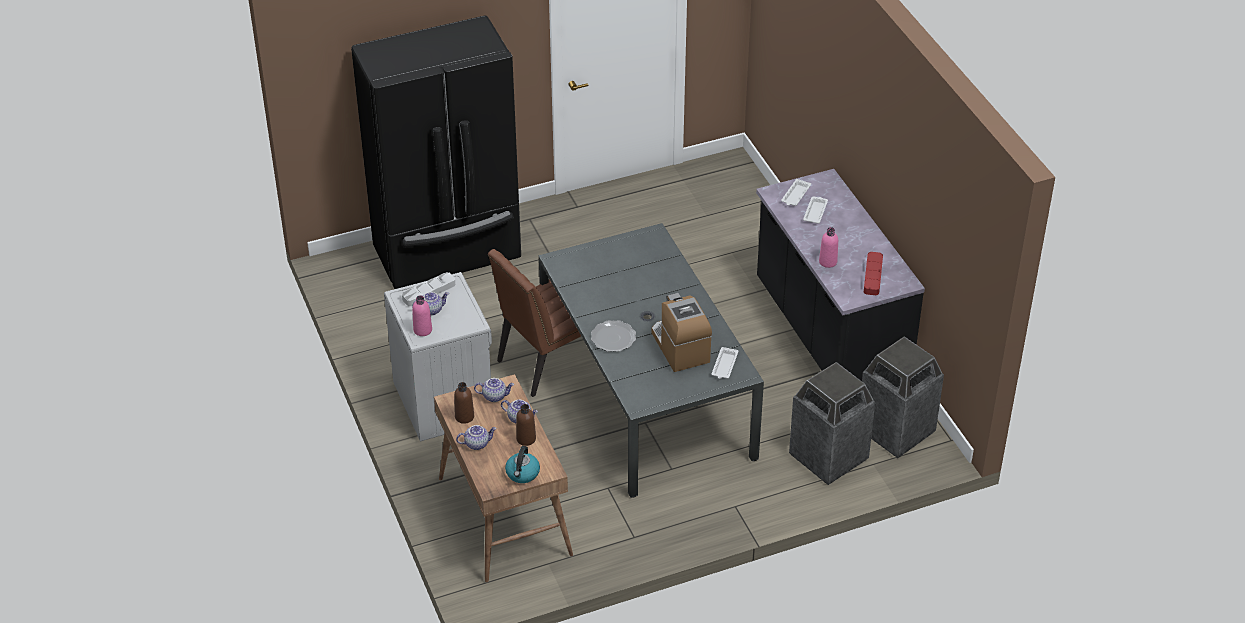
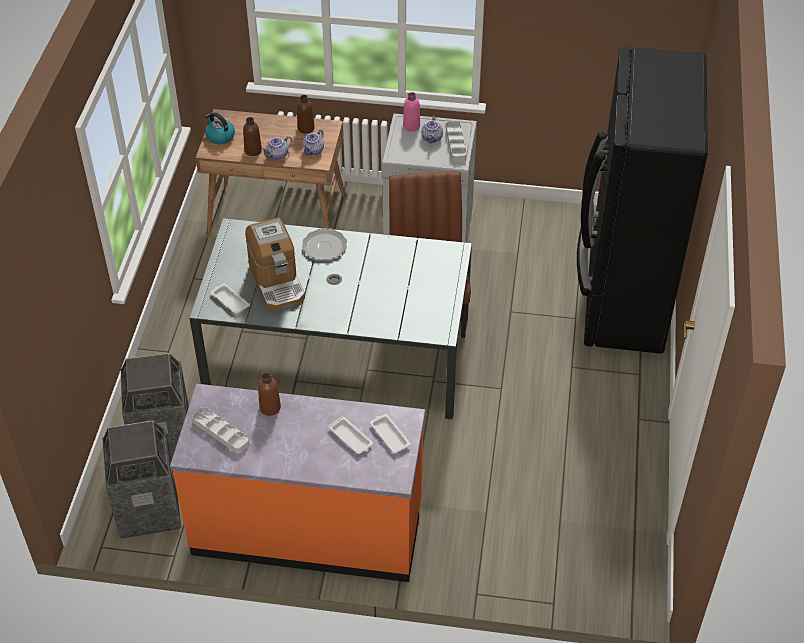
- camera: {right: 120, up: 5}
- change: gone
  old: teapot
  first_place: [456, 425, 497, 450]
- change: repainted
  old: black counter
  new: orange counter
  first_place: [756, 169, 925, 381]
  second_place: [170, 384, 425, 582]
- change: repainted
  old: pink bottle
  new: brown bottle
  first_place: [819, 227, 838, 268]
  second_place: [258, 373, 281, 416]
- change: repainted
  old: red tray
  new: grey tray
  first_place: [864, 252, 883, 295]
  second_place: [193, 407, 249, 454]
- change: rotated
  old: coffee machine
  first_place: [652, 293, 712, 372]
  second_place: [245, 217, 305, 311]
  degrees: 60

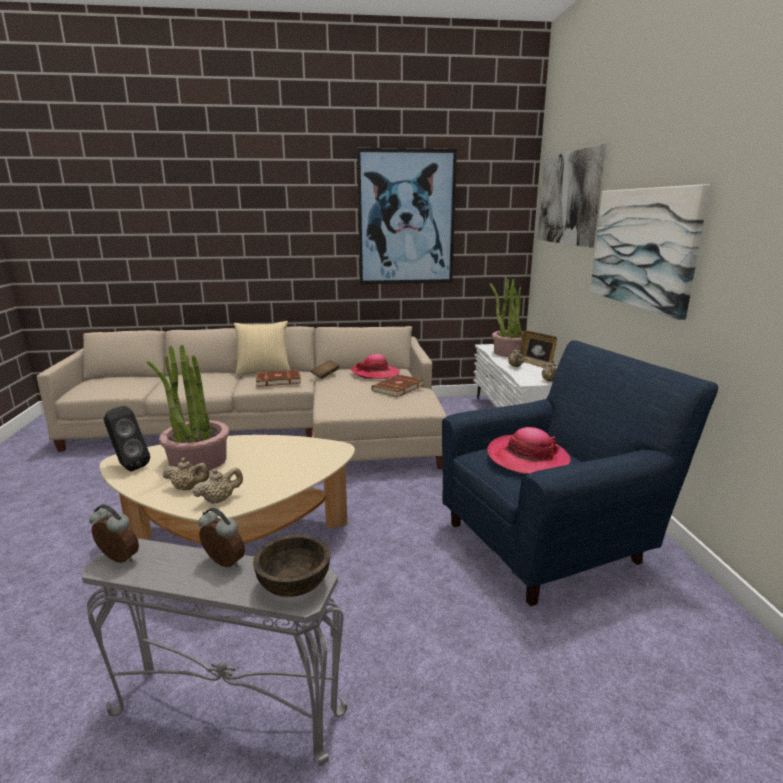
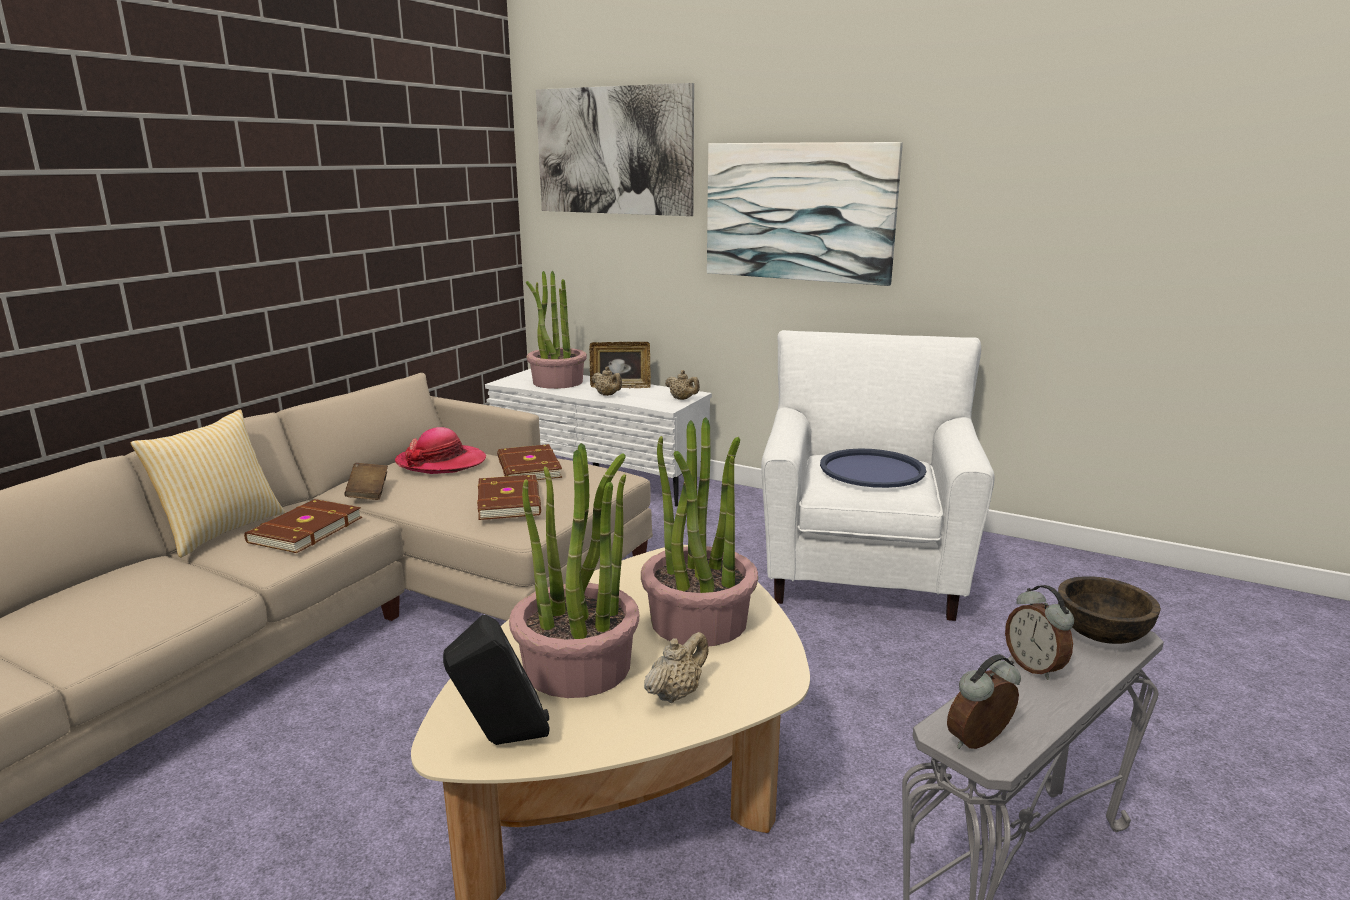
- camera: {right: -55, up: 0}
- change: gone
  old: beige teapot
  first_place: [192, 467, 243, 504]
- change: gone
  old: picture
  first_place: [357, 148, 457, 284]
- change: new
  new: brown book
  second_place: [477, 475, 541, 520]
- change: new
  new: potted plant
  second_place: [641, 417, 758, 647]
- change: swapped
  old: hat
  new: blue tray
  first_place: [487, 427, 571, 474]
  second_place: [820, 449, 926, 488]
- change: repainted
  old: blue armchair
  new: white armchair
  first_place: [442, 340, 718, 606]
  second_place: [761, 330, 995, 621]
- change: rotated
  old: alarm clock
  first_place: [198, 508, 245, 567]
  second_place: [1005, 585, 1074, 680]
  degrees: -90

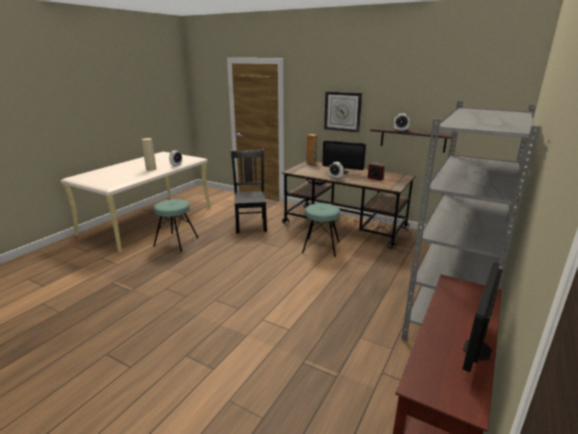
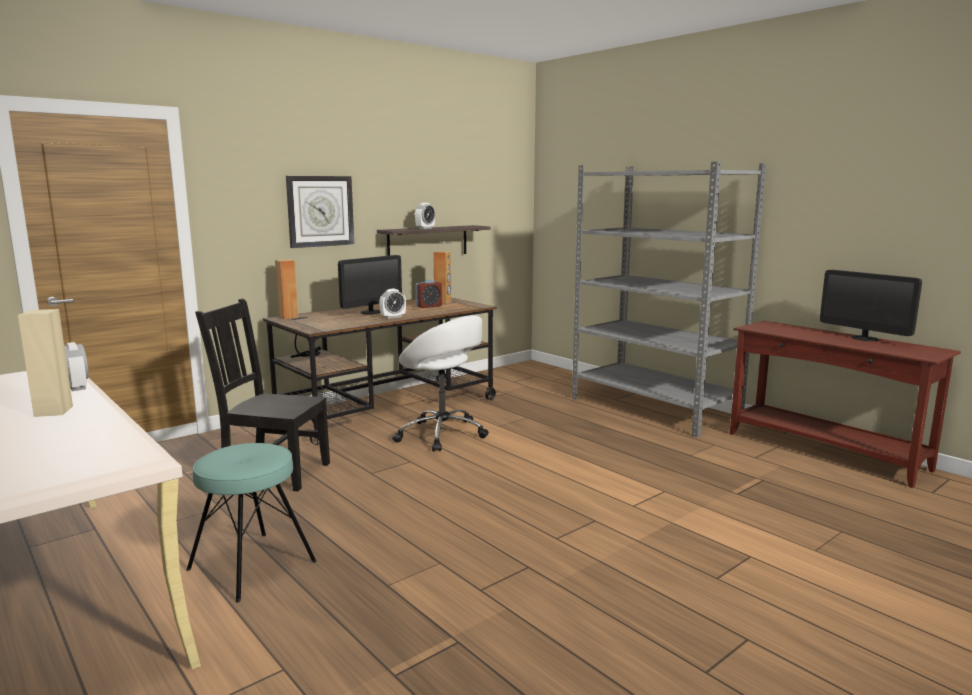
- camera: {right: -70, up: -10}
- change: new
  new: brown speaker
  second_place: [433, 251, 451, 304]
- change: swapped
  old: turquoise stool
  new: white office chair
  first_place: [302, 203, 340, 257]
  second_place: [392, 315, 489, 452]

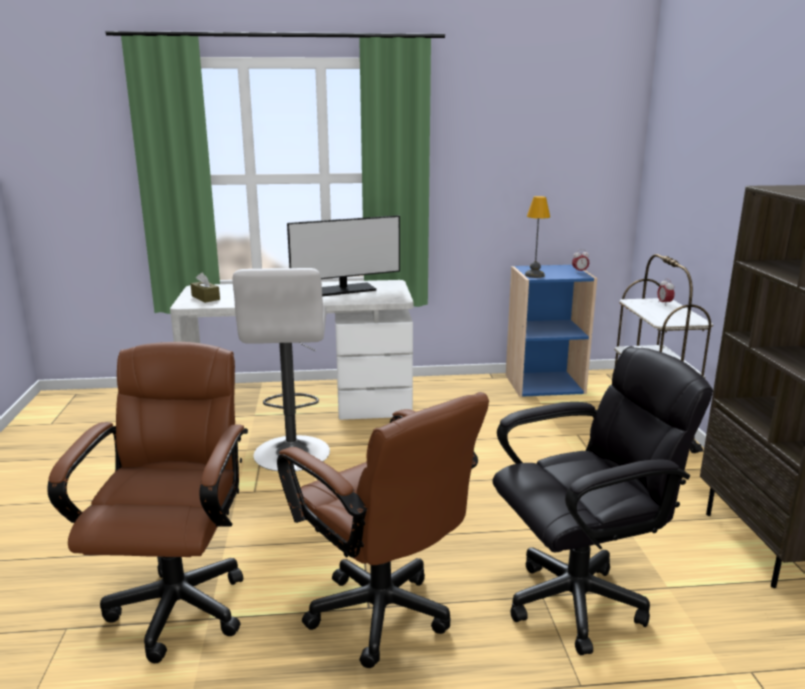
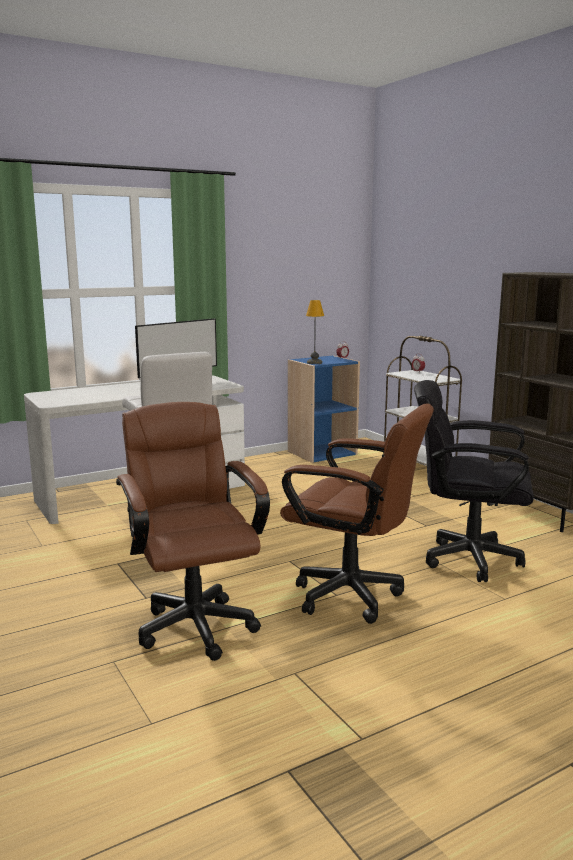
- camera: {right: -25, up: -5}
- change: gone
  old: brown tissue box
  first_place: [191, 272, 220, 303]
- change: rotated
  old: black office chair
  first_place: [493, 346, 713, 655]
  second_place: [414, 380, 534, 582]
  degrees: -120

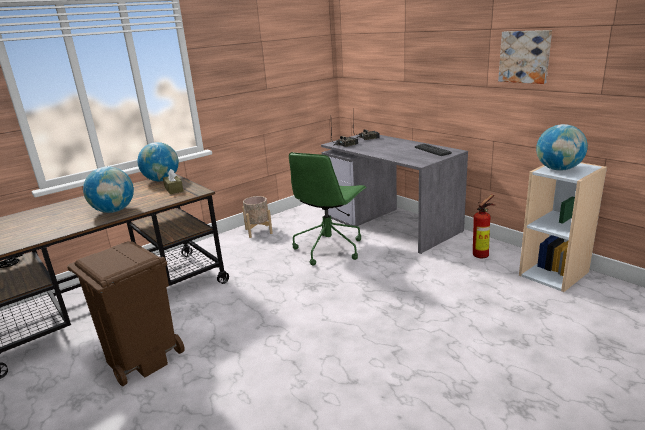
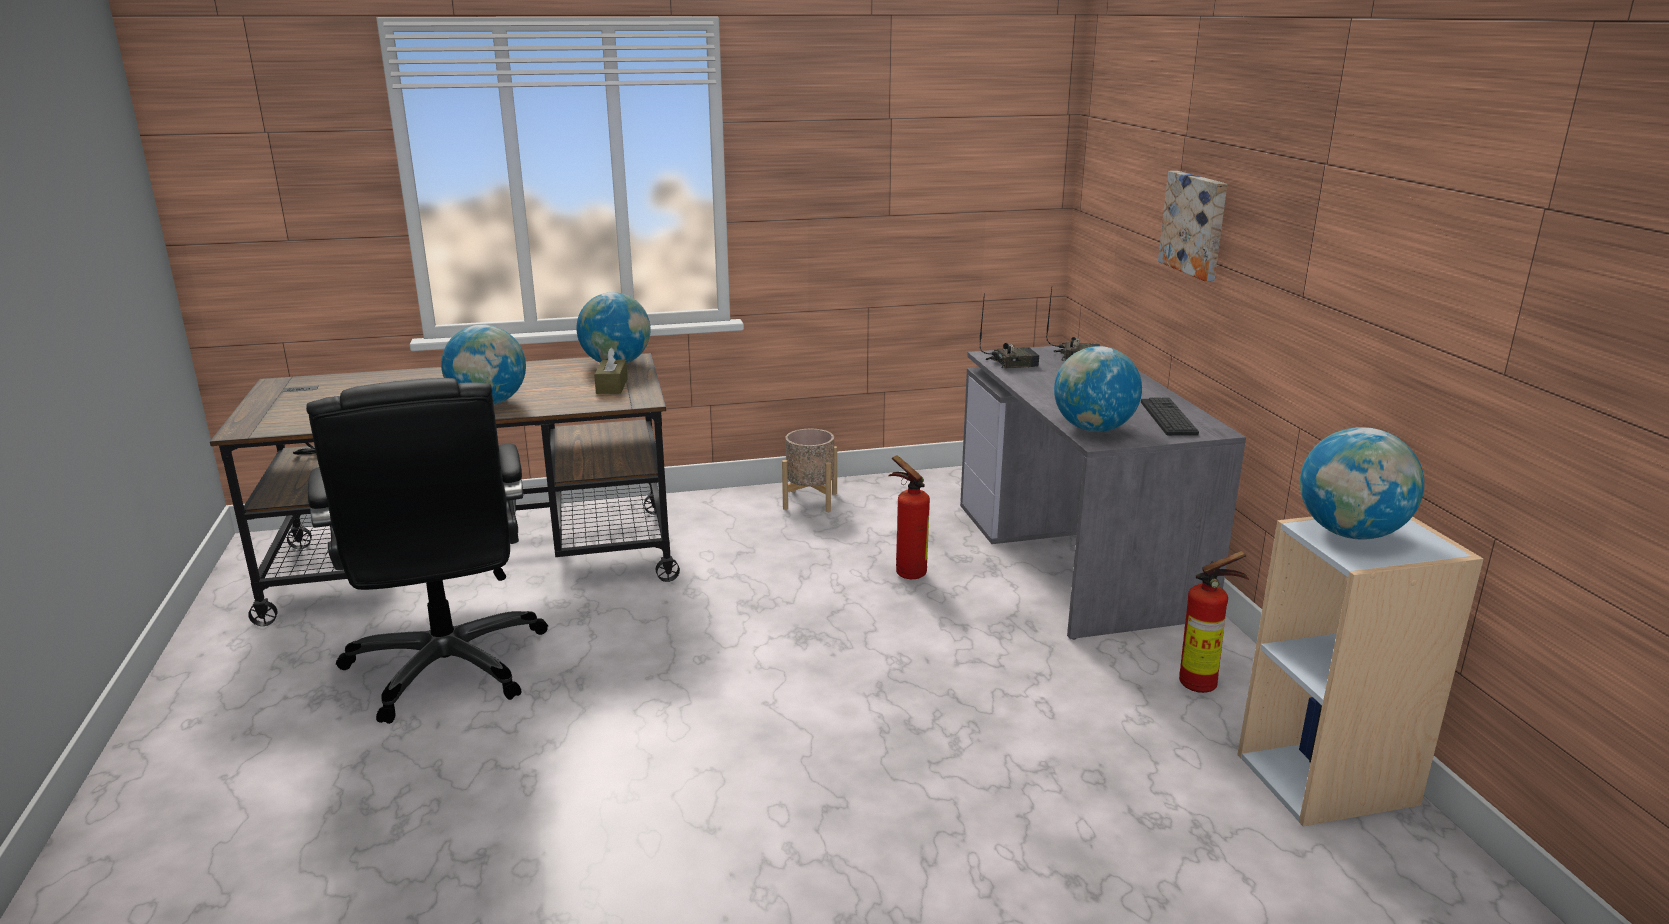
- camera: {right: 25, up: 0}
- change: new
  new: globe
  second_place: [1054, 346, 1142, 432]
- change: shifted
  old: picture
  first_place: [498, 30, 552, 84]
  second_place: [1158, 171, 1227, 281]
- change: swapped
  old: brown trash can
  new: black office chair
  first_place: [67, 241, 185, 386]
  second_place: [306, 378, 548, 724]
- change: swapped
  old: green office chair
  new: fire extinguisher
  first_place: [289, 152, 366, 266]
  second_place: [889, 455, 930, 579]

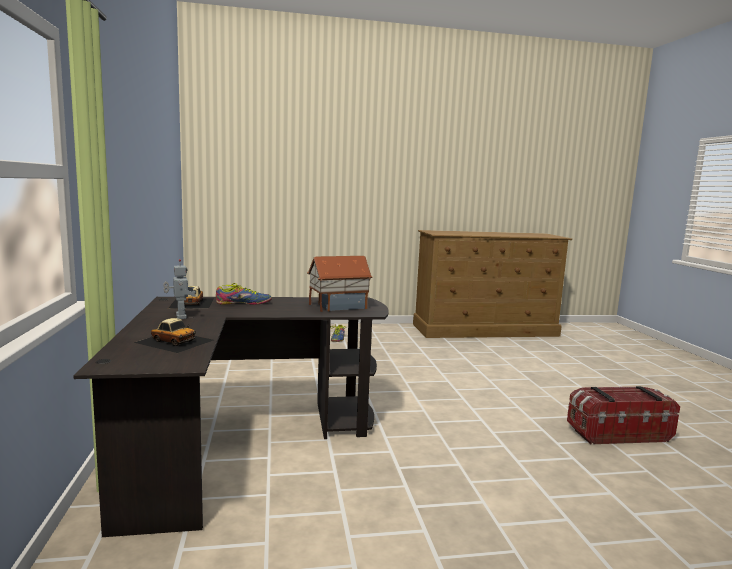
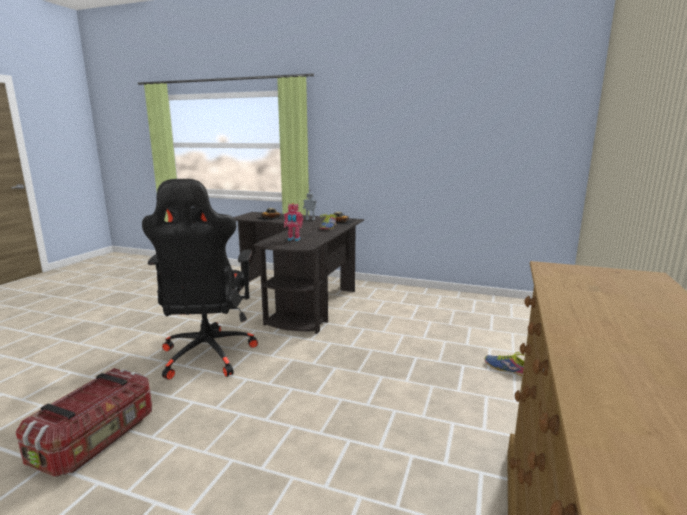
- camera: {right: 120, up: 5}
- change: new
  new: black office chair
  second_place: [142, 179, 258, 380]
- change: swapped
  old: toy house
  new: toy robot
  first_place: [307, 256, 372, 312]
  second_place: [284, 203, 303, 241]

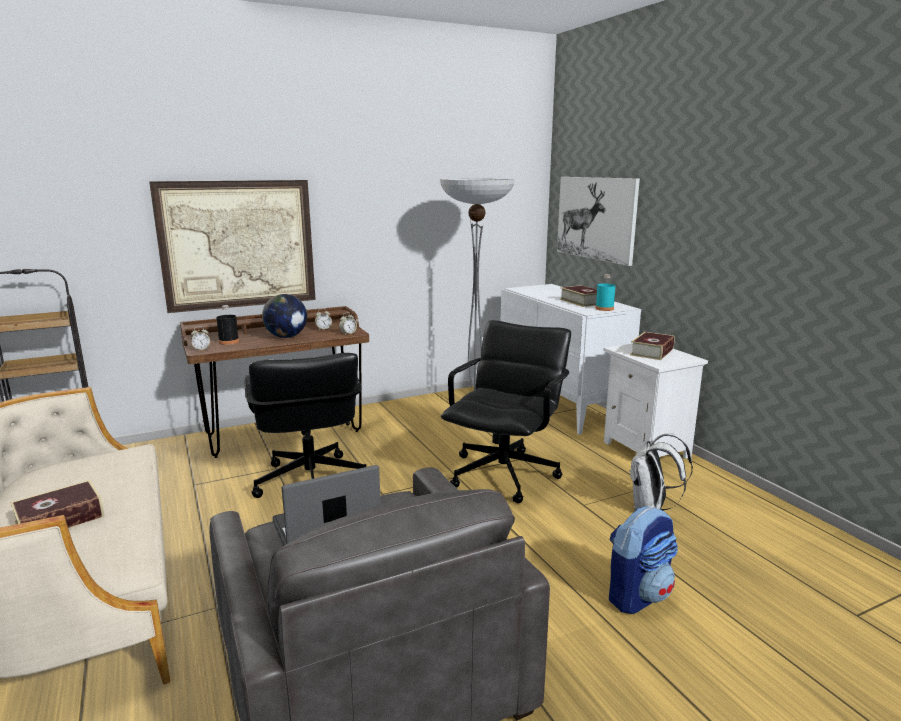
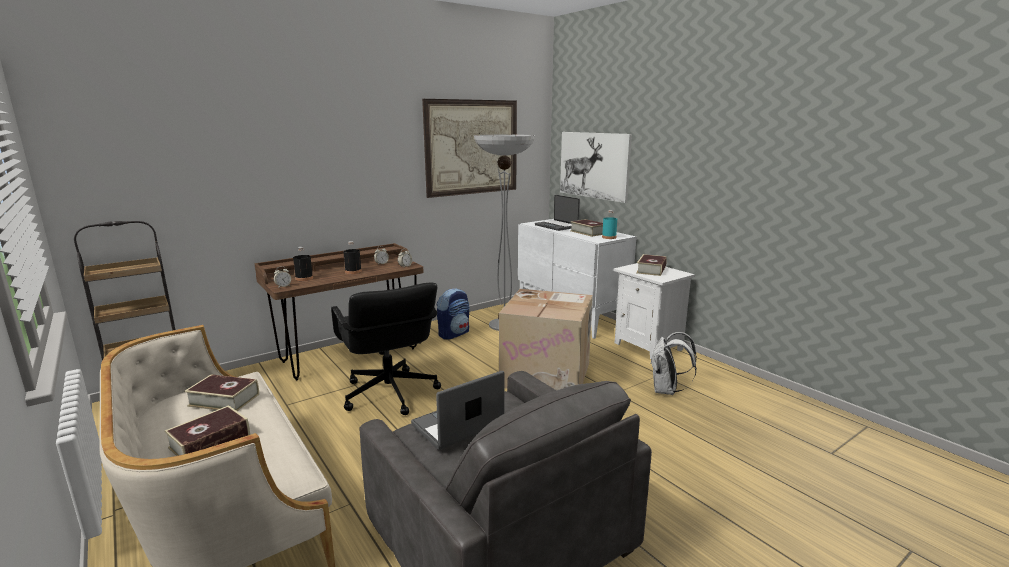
- camera: {right: -10, up: 0}
- change: new
  new: book
  second_place: [184, 374, 259, 411]
- change: new
  new: laptop
  second_place: [535, 195, 580, 231]
- change: shifted
  old: picture
  first_place: [149, 180, 316, 313]
  second_place: [422, 99, 517, 198]
- change: shifted
  old: backpack
  first_place: [609, 506, 678, 614]
  second_place: [436, 288, 470, 340]
- change: swapped
  old: globe
  new: black bottle
  first_place: [262, 294, 307, 338]
  second_place: [343, 241, 362, 274]
- change: swapped
  old: black office chair
  new: cardboard box
  first_place: [441, 320, 571, 503]
  second_place: [499, 289, 593, 390]

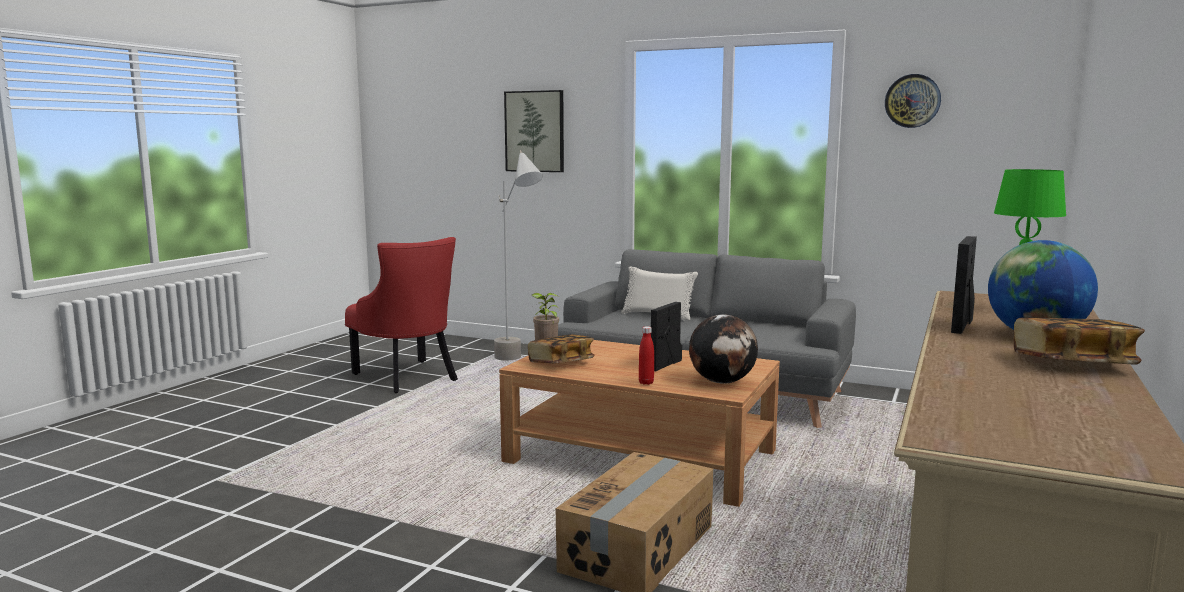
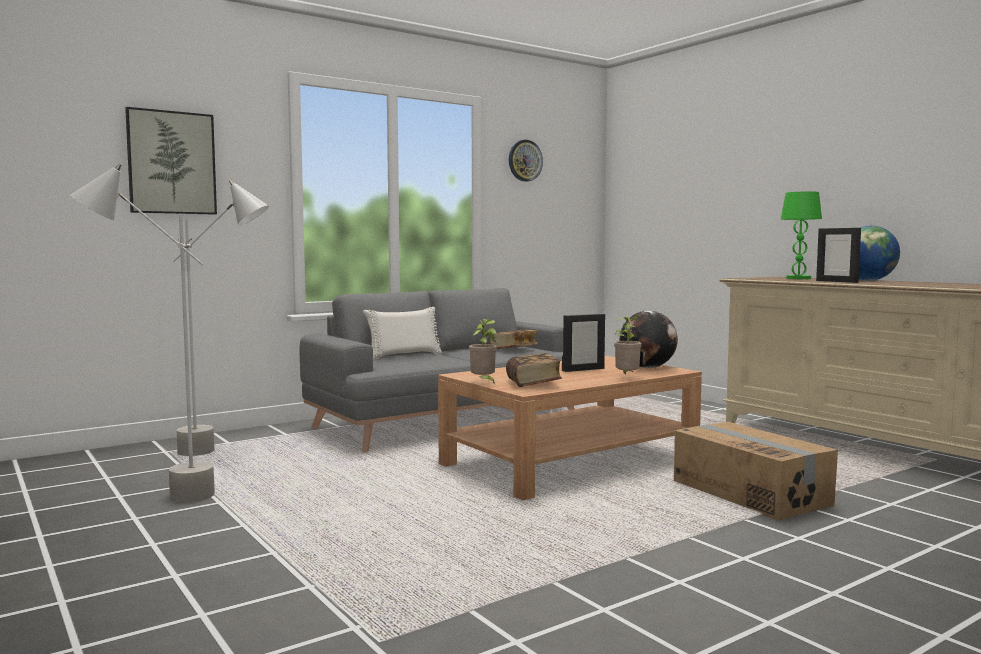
- camera: {right: -60, up: -5}
- change: shifted
  old: book
  first_place: [1014, 317, 1145, 365]
  second_place: [490, 329, 538, 349]
- change: swapped
  old: red chair
  new: grey floor lamp
  first_place: [345, 237, 458, 393]
  second_place: [70, 164, 215, 502]
- change: swapped
  old: red bottle
  new: potted plant
  first_place: [639, 326, 654, 385]
  second_place: [614, 316, 642, 375]
- change: rotated
  old: picture frame
  first_place: [651, 302, 682, 371]
  second_place: [562, 314, 605, 372]
  degrees: -90

